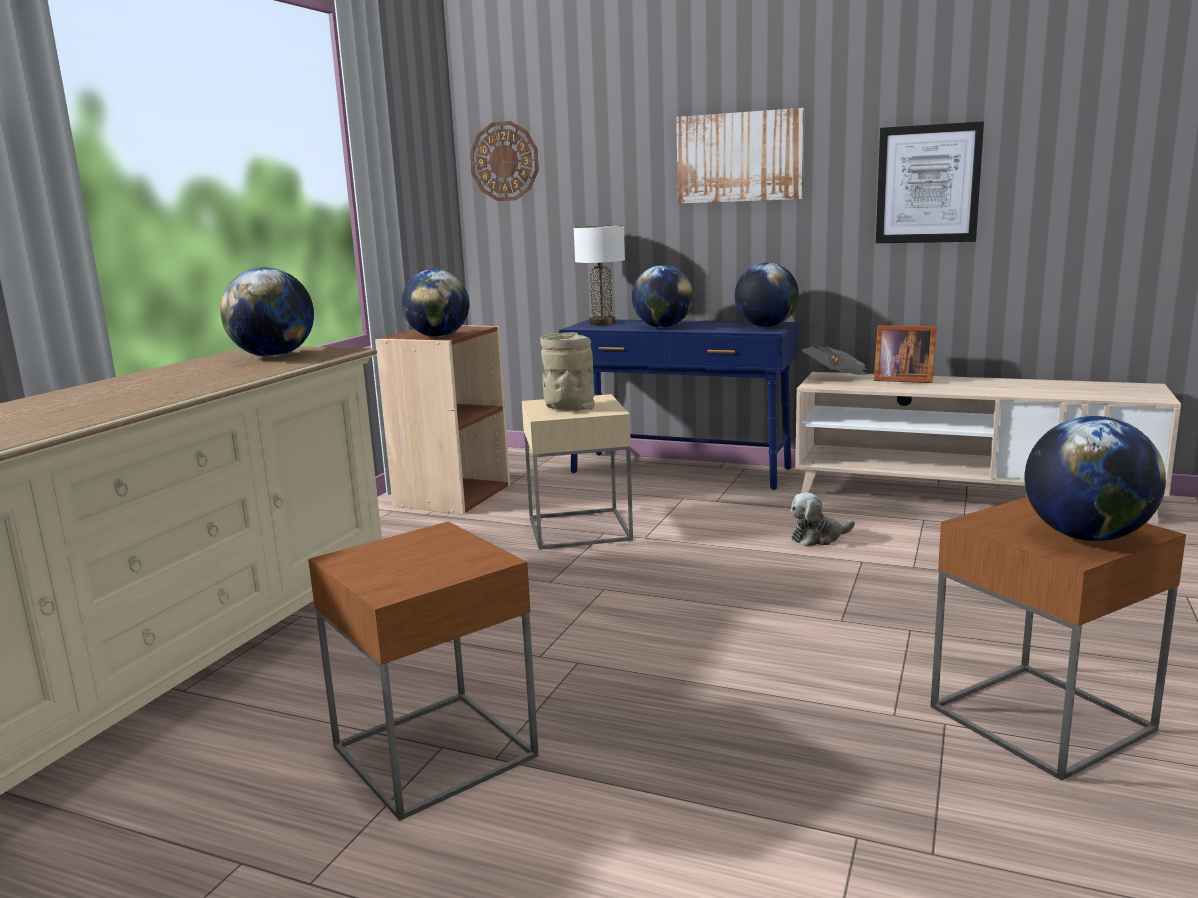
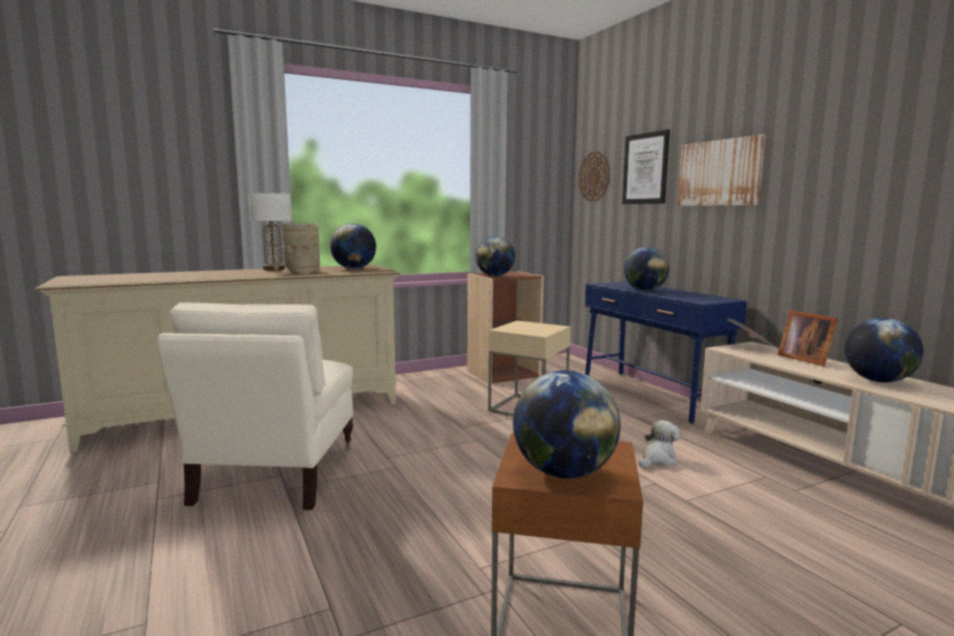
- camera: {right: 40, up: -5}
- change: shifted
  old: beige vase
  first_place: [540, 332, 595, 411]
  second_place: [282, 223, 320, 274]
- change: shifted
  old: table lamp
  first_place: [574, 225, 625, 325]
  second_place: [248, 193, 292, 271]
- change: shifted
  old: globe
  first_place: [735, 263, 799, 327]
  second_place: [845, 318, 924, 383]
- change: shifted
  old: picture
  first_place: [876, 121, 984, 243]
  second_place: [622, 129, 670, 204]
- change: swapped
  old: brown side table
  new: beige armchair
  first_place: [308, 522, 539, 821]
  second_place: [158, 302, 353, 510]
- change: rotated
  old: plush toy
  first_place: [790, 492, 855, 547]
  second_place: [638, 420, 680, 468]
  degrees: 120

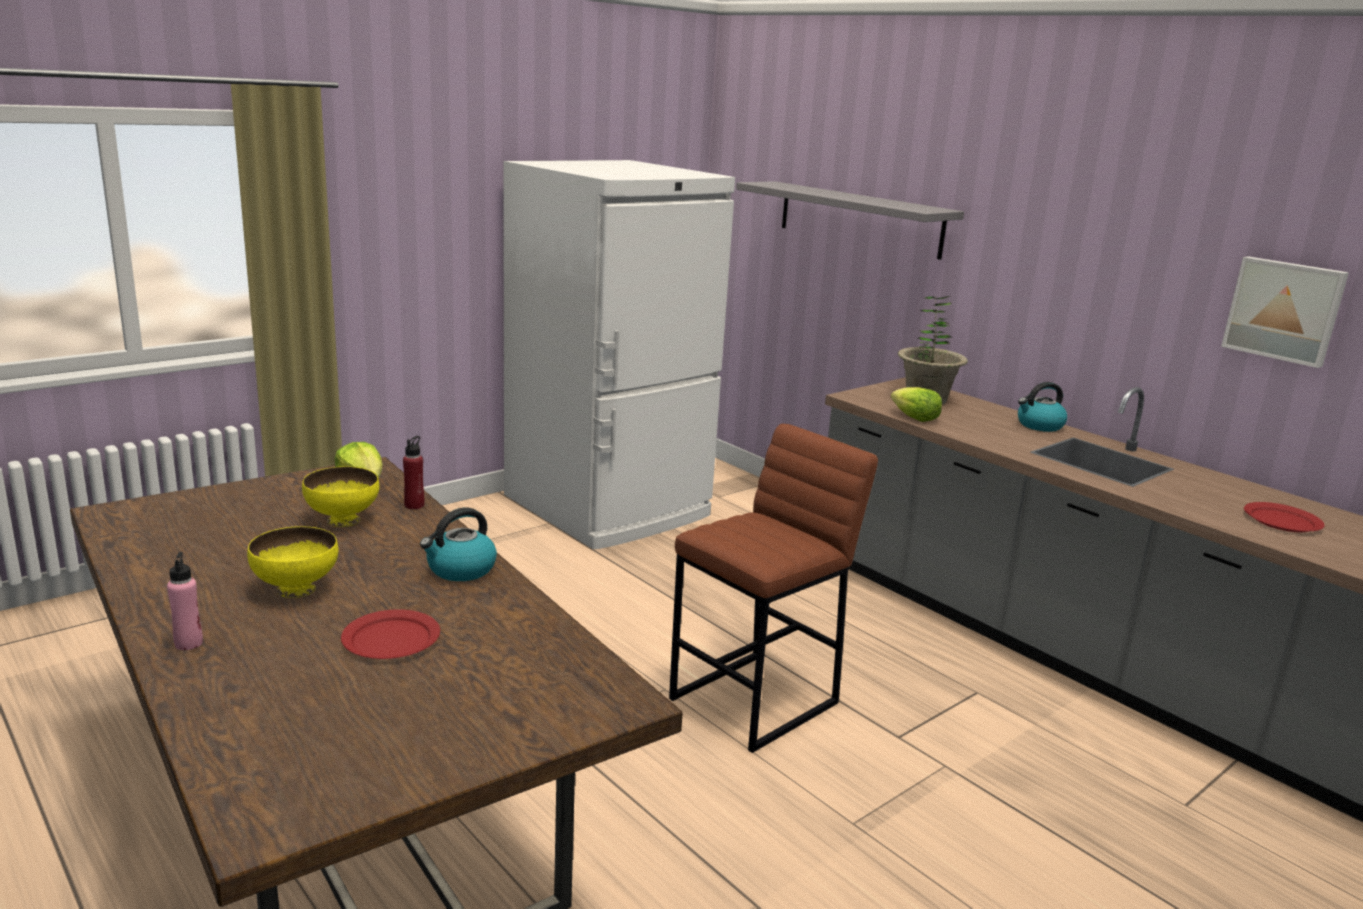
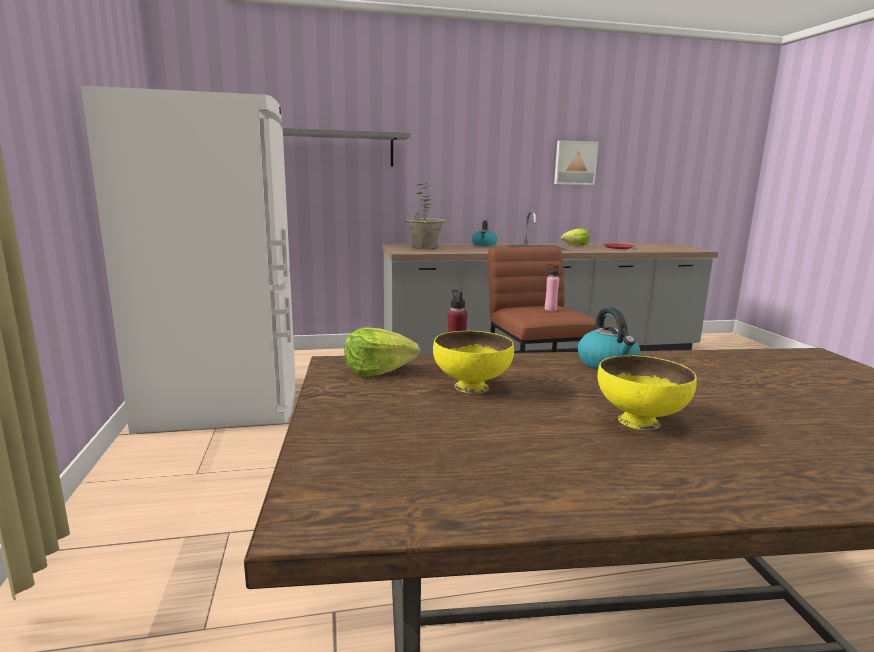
- camera: {right: -60, up: -5}
- change: gone
  old: red plate
  first_place: [341, 609, 440, 659]
- change: shifted
  old: pink bottle
  first_place: [167, 552, 203, 650]
  second_place: [545, 264, 559, 311]
- change: shifted
  old: lettuce
  first_place: [891, 387, 942, 422]
  second_place: [561, 228, 590, 246]

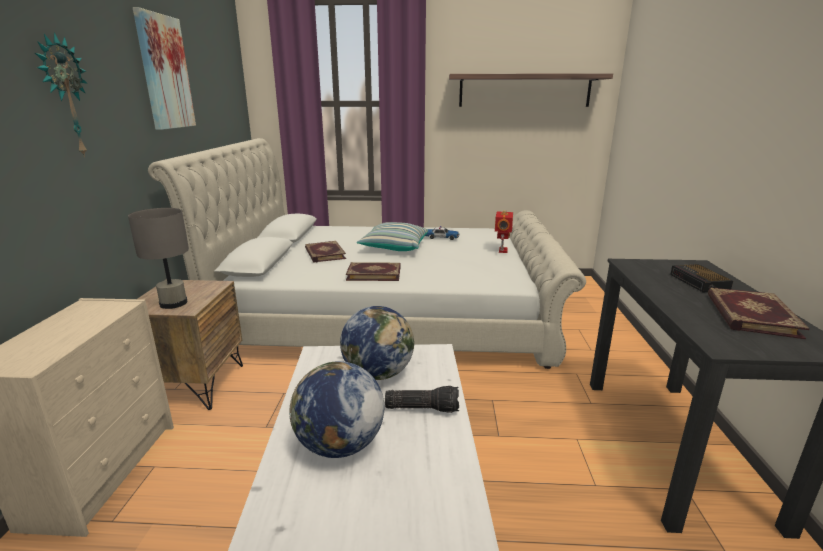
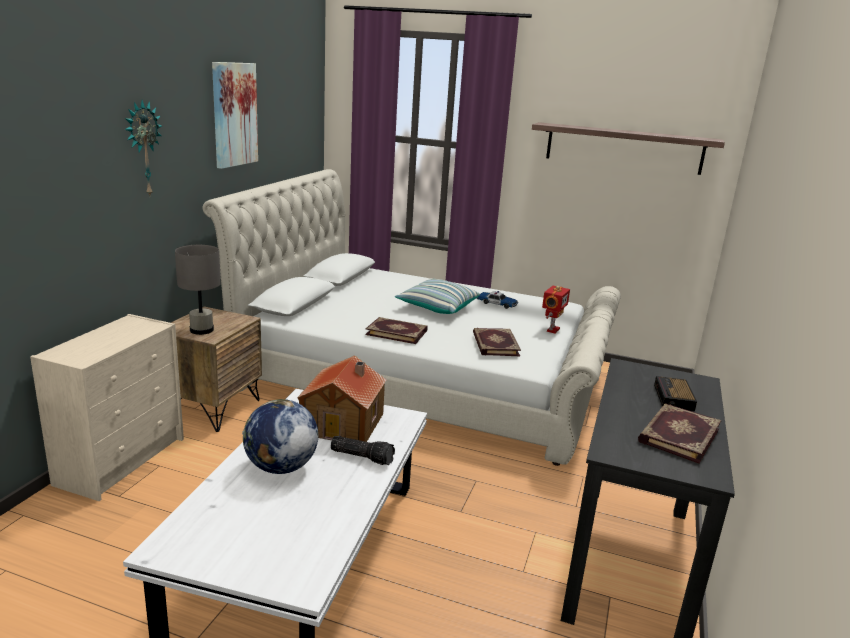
- camera: {right: 15, up: 0}
- change: shifted
  old: book
  first_place: [305, 241, 346, 263]
  second_place: [473, 328, 521, 356]
- change: swapped
  old: globe
  new: toy house
  first_place: [340, 306, 414, 380]
  second_place: [297, 355, 387, 442]

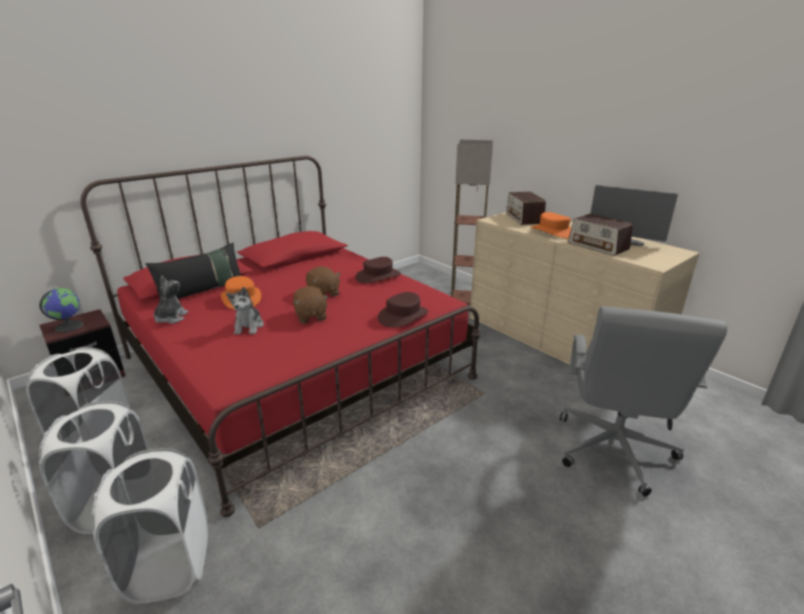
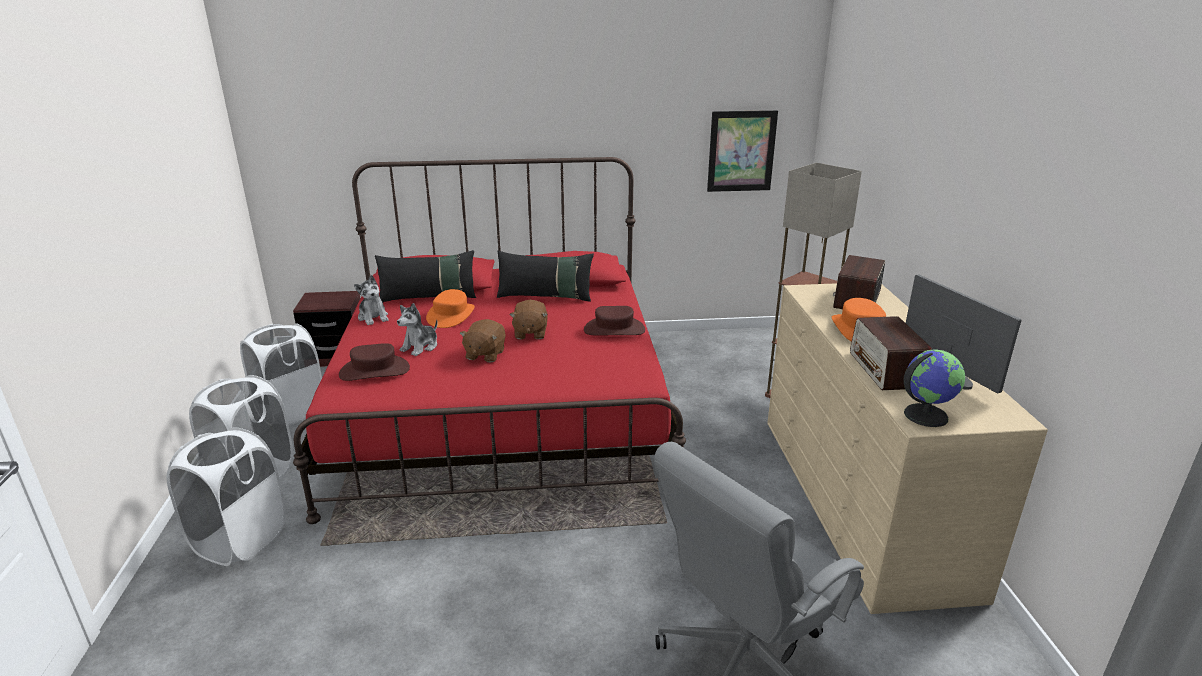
- camera: {right: 35, up: 0}
- change: new
  new: black pillow
  second_place: [497, 251, 594, 302]
- change: new
  new: picture
  second_place: [707, 110, 778, 192]
- change: shifted
  old: globe
  first_place: [39, 288, 83, 332]
  second_place: [903, 350, 965, 427]
- change: shifted
  old: brown hat
  first_place: [378, 292, 429, 328]
  second_place: [339, 343, 410, 381]
- change: rotated
  old: plush toy
  first_place: [153, 276, 188, 324]
  second_place: [354, 275, 389, 325]
  degrees: 105

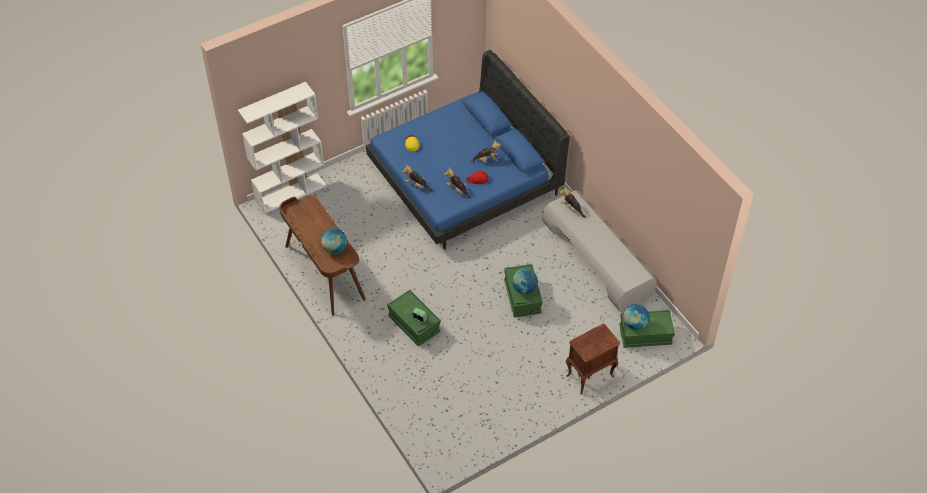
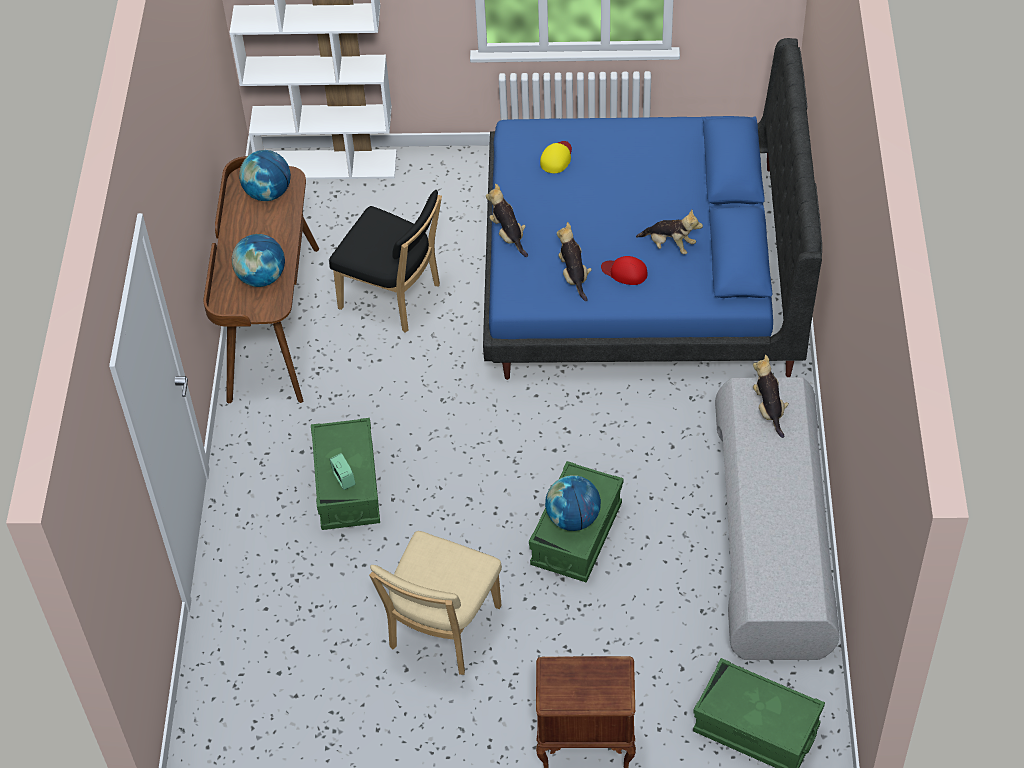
- camera: {right: 35, up: 0}
- change: new
  new: black chair
  second_place: [329, 190, 442, 333]
- change: new
  new: beige chair
  second_place: [369, 531, 502, 675]
- change: shifted
  old: globe
  first_place: [623, 304, 649, 330]
  second_place: [239, 150, 291, 201]

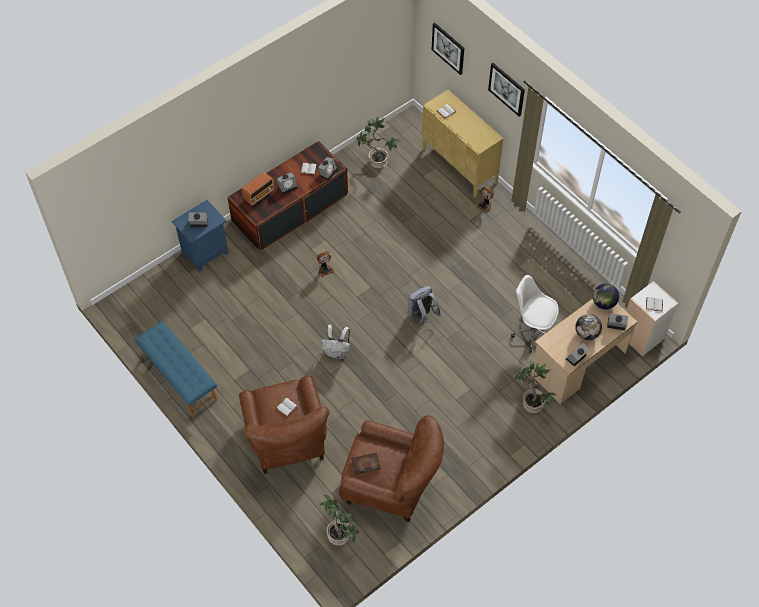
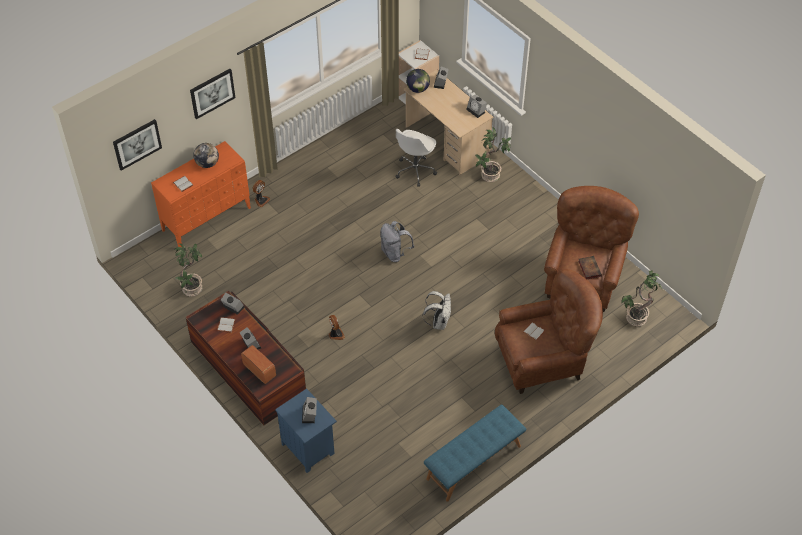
- camera: {right: -90, up: -5}
- change: shifted
  old: globe
  first_place: [575, 314, 602, 340]
  second_place: [194, 143, 219, 168]
- change: repainted
  old: beige dresser
  new: orange dresser
  first_place: [422, 90, 504, 198]
  second_place: [151, 141, 251, 247]

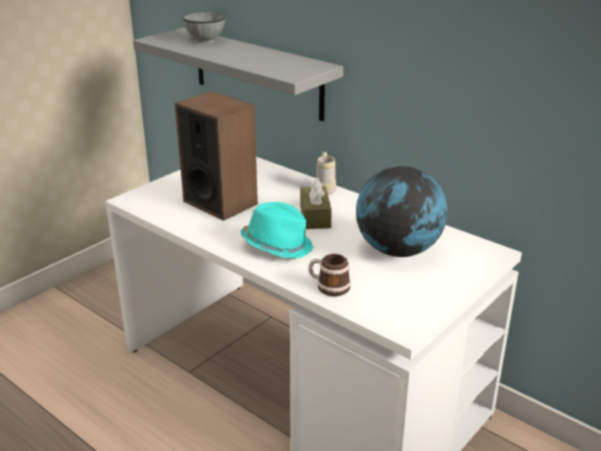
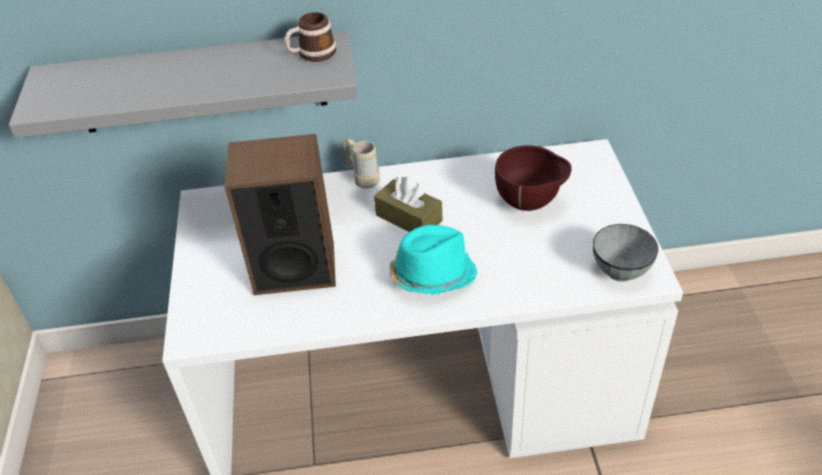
- camera: {right: -45, up: 15}
- change: shifted
  old: grey bowl
  first_place: [183, 12, 225, 43]
  second_place: [593, 224, 658, 282]
- change: shifted
  old: mug
  first_place: [309, 254, 351, 296]
  second_place: [284, 12, 336, 62]
- change: swapped
  old: globe
  new: brown bowl
  first_place: [356, 166, 447, 257]
  second_place: [495, 145, 571, 211]

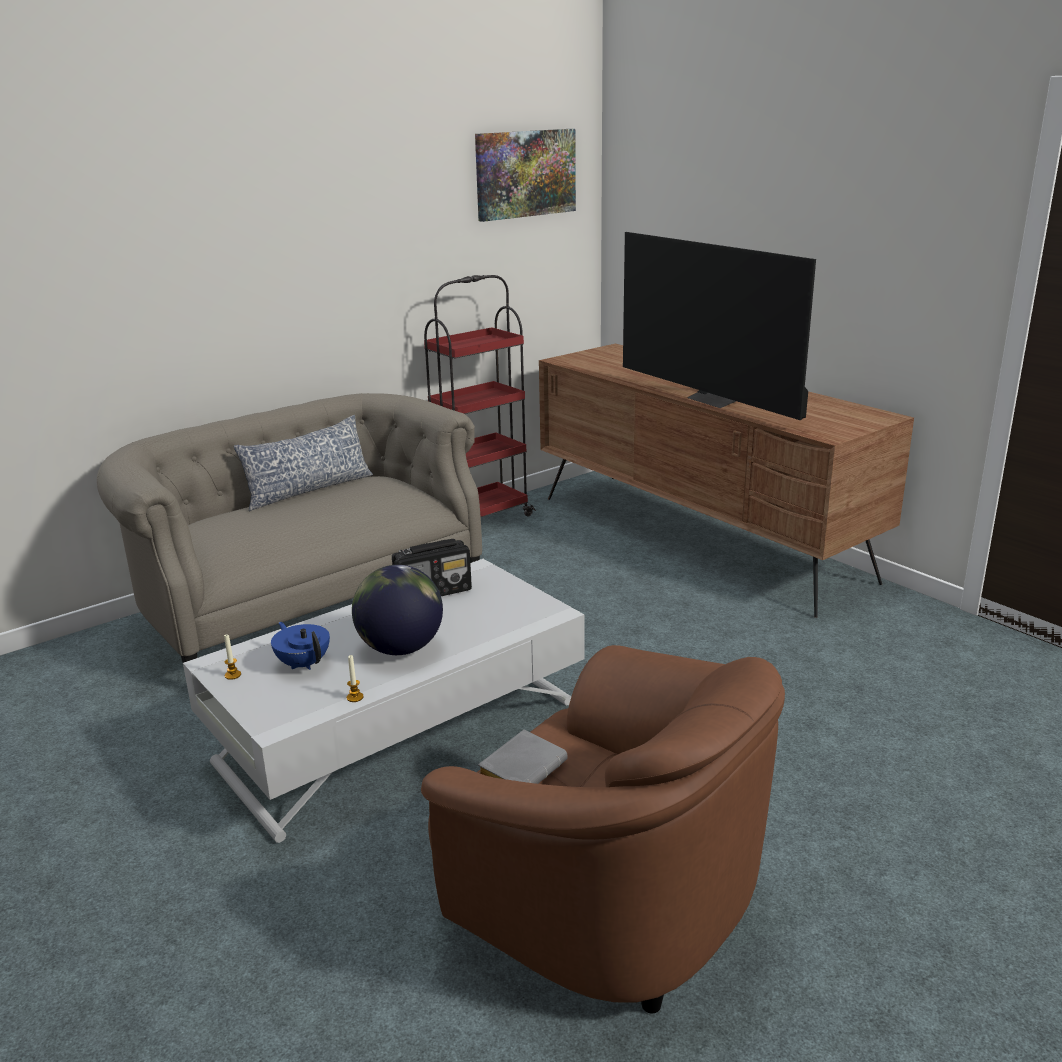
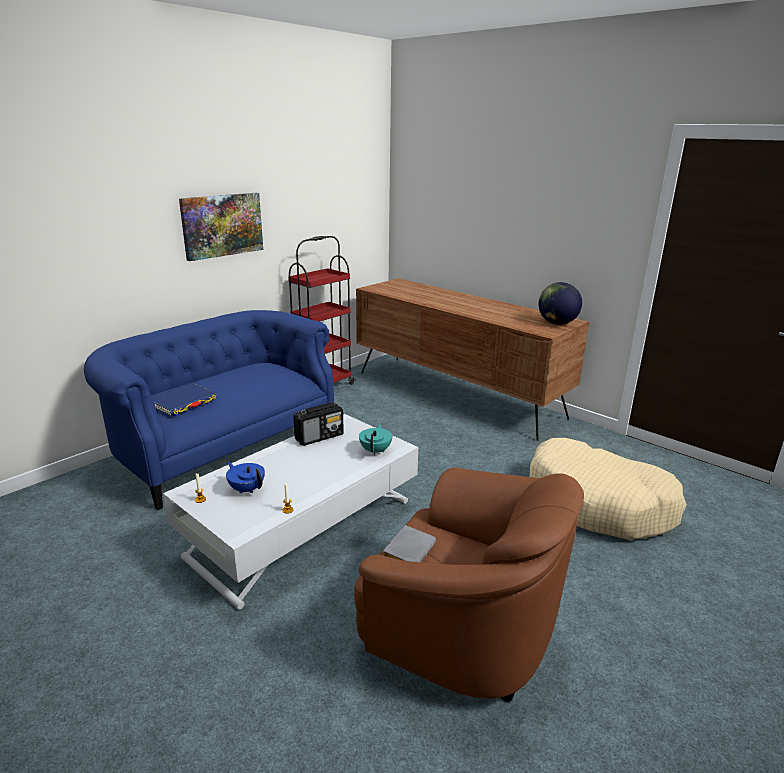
- camera: {right: -10, up: 0}
- change: gone
  old: pillow
  first_place: [234, 415, 373, 511]
- change: gone
  old: television
  first_place: [623, 232, 816, 420]
- change: new
  new: blue book
  second_place: [152, 383, 217, 416]
- change: new
  new: turquoise teapot
  second_place: [359, 424, 392, 455]
- change: new
  new: beige dog bed
  second_place: [529, 438, 687, 540]
- change: shifted
  old: globe
  first_place: [352, 565, 443, 655]
  second_place: [538, 282, 582, 325]
- change: shifted
  old: picture
  first_place: [475, 129, 576, 222]
  second_place: [179, 193, 263, 261]
- change: repainted
  old: beige sofa
  new: blue sofa
  first_place: [97, 393, 482, 663]
  second_place: [84, 310, 334, 510]

